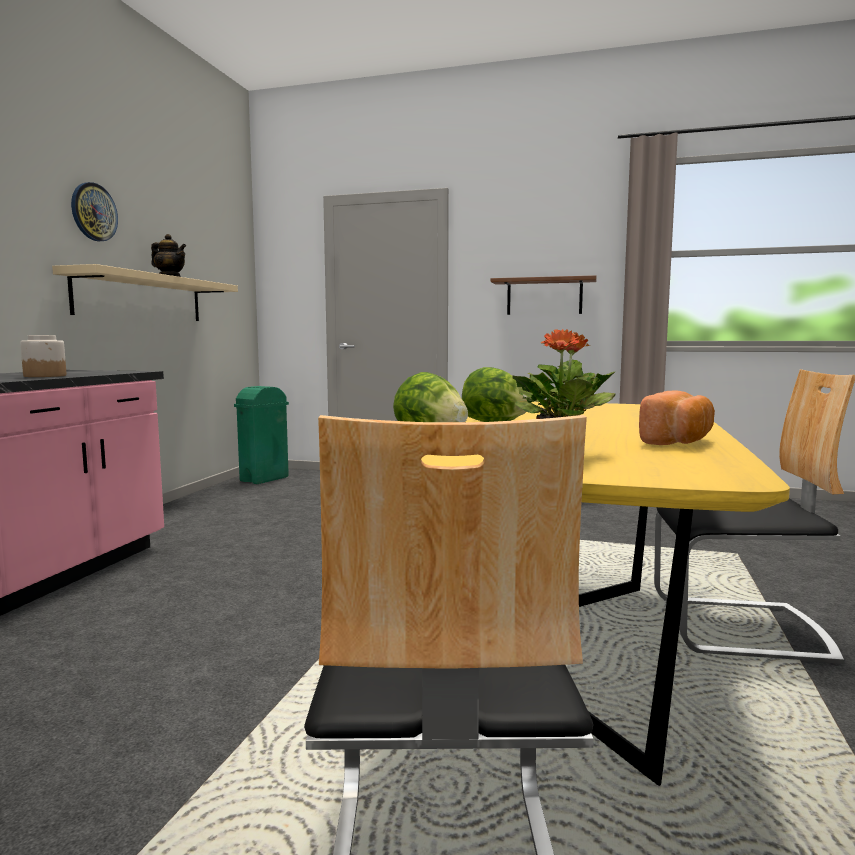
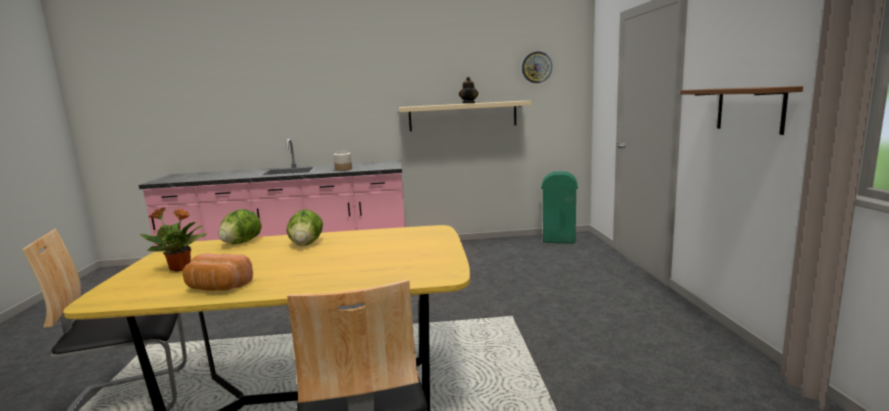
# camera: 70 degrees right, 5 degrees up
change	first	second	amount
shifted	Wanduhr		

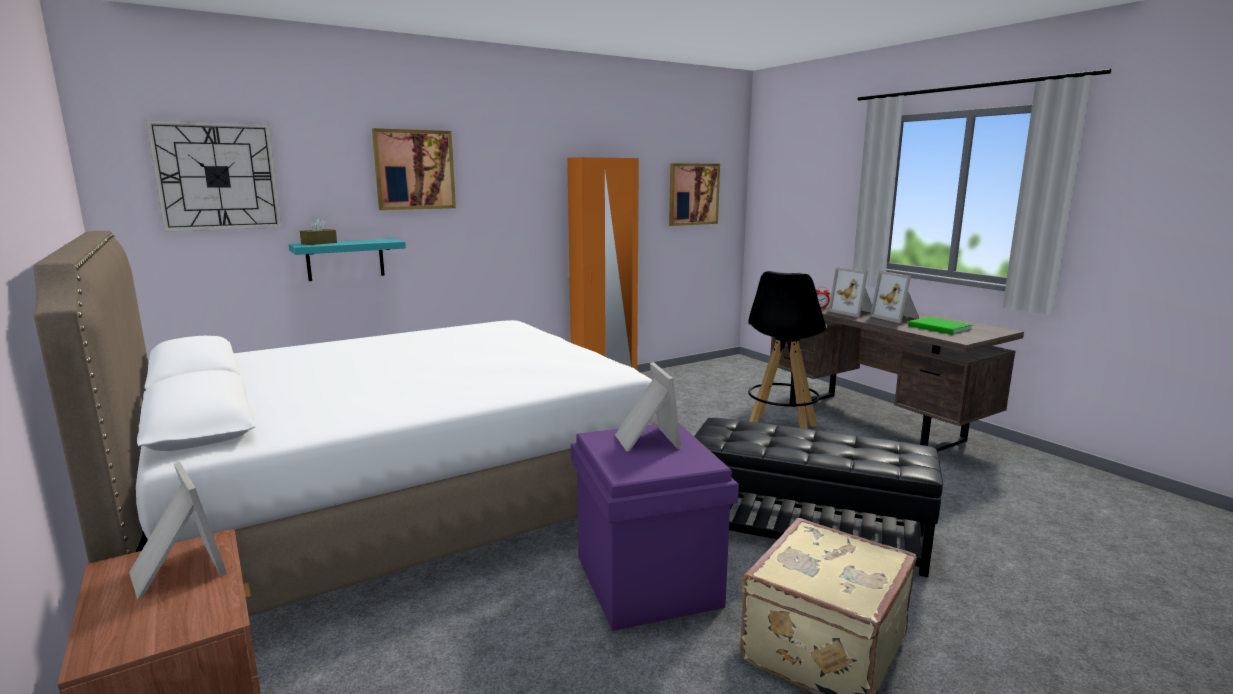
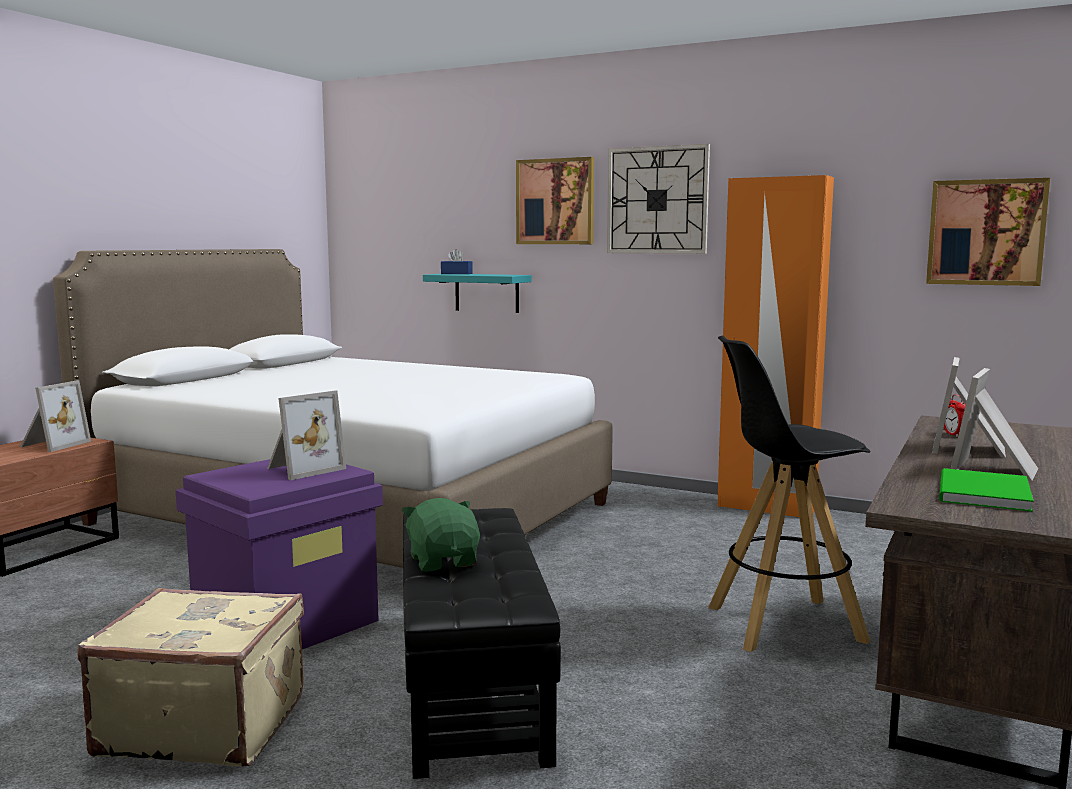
# camera: 60 degrees right, 5 degrees down
change	first	second	amount
shifted	Wanduhr		
repainted	Taschentuchbox [braun]	Taschentuchbox [blau]	
new		Plüschtier [grün]	

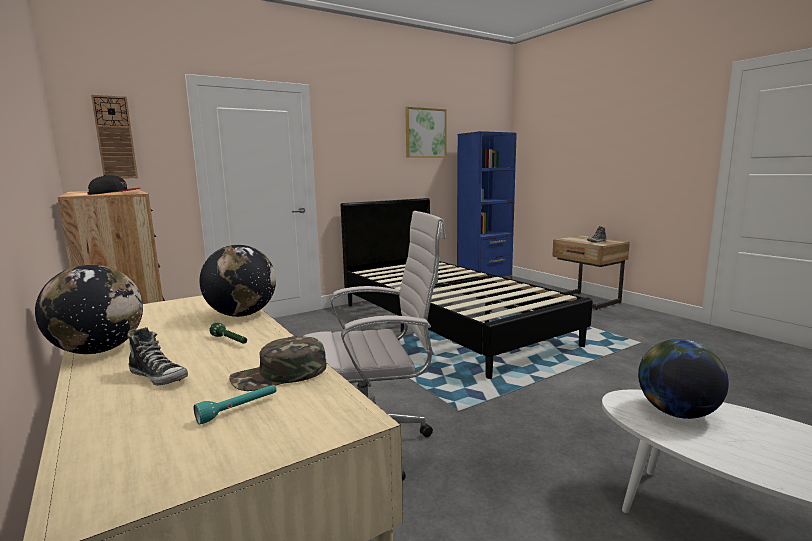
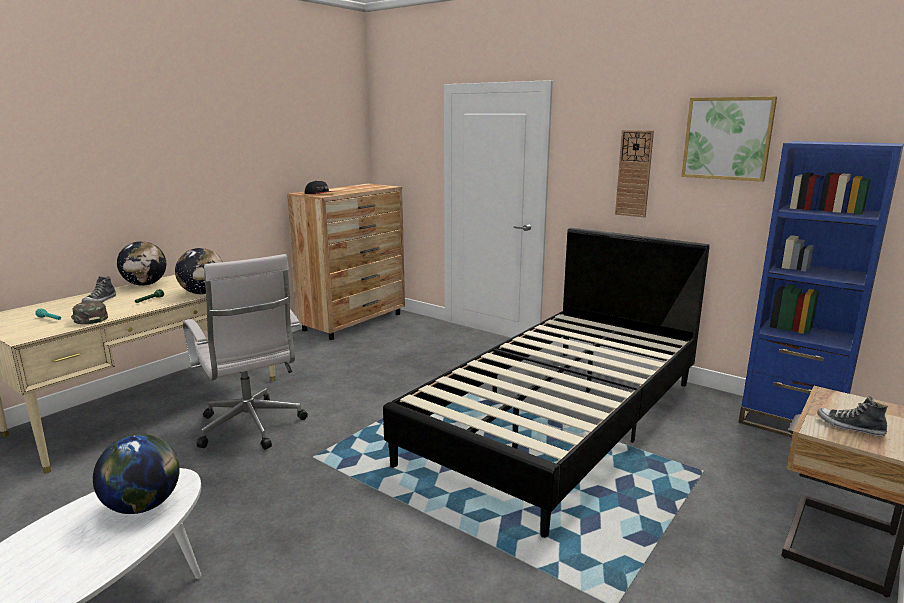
# camera: 70 degrees right, 5 degrees up
change	first	second	amount
shifted	Wanduhr		

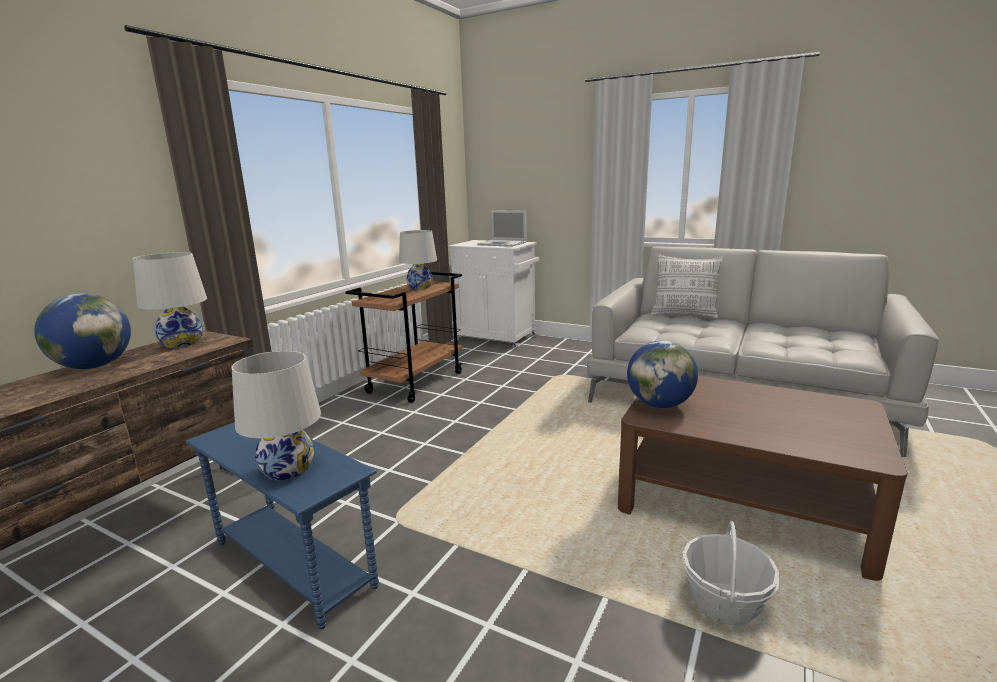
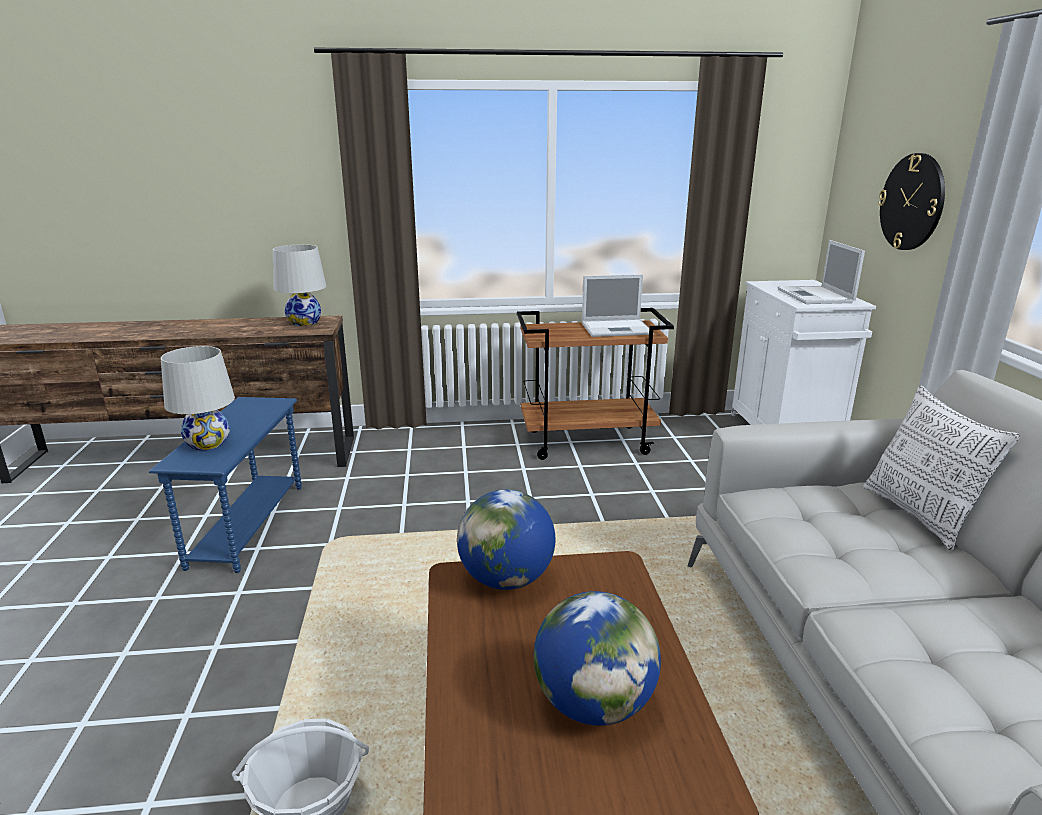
# camera: 55 degrees right, 5 degrees up
change	first	second	amount
swapped	Tischlampe [weiß] (no. 3 from left)	Laptop (no. 1 from left)	
shifted	Globus (no. 1 from left in the first image)	Globus (no. 2 from left)	
new		Wanduhr	

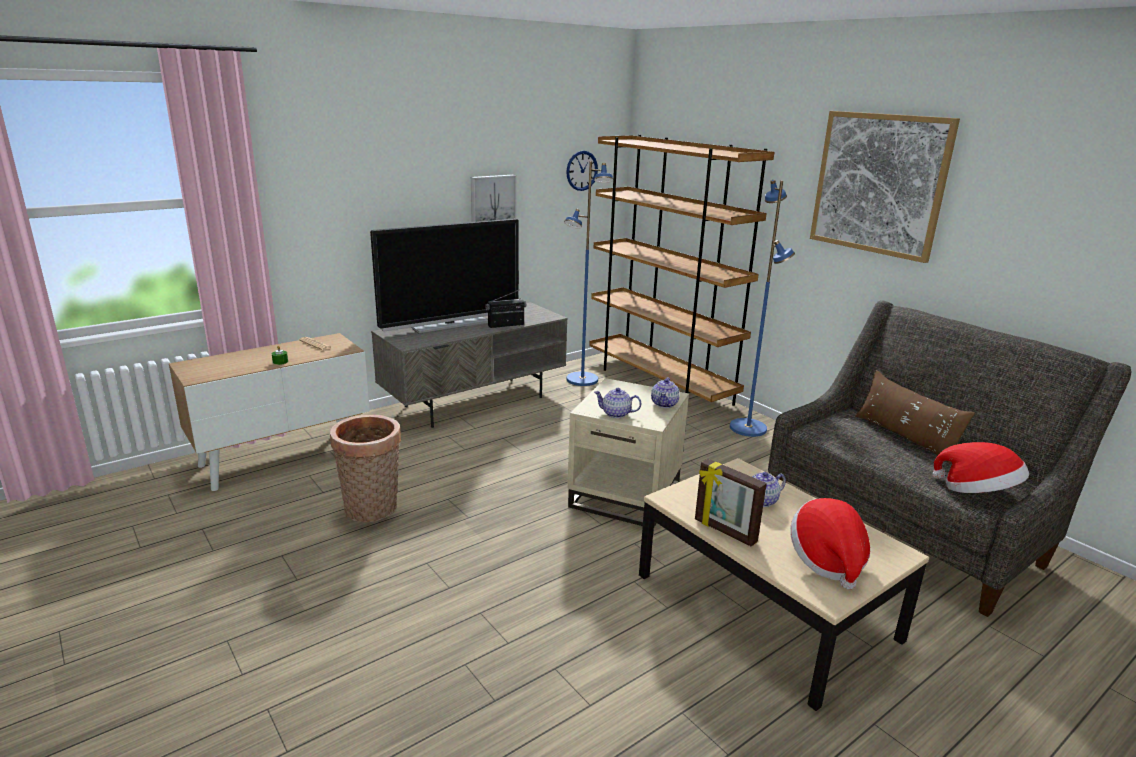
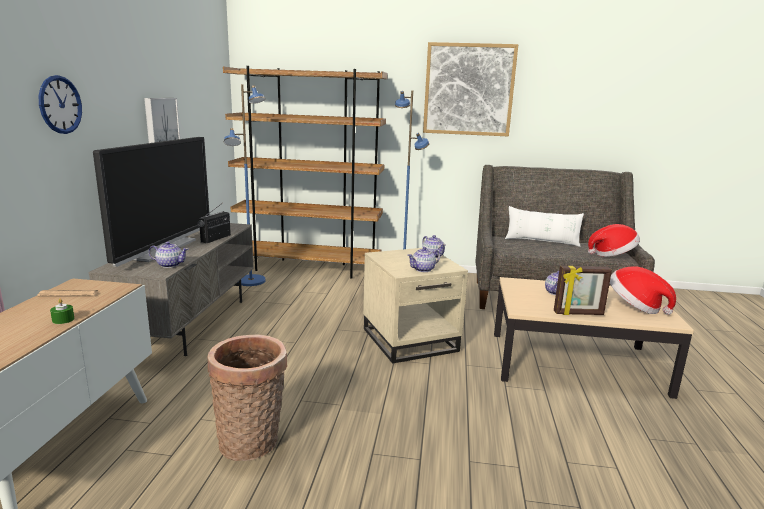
# camera: 45 degrees left, 5 degrees down
change	first	second	amount
shifted	Wanduhr		
repainted	Kissen [braun]	Kissen [weiß]	
new		Teekanne (no. 1 from left)	

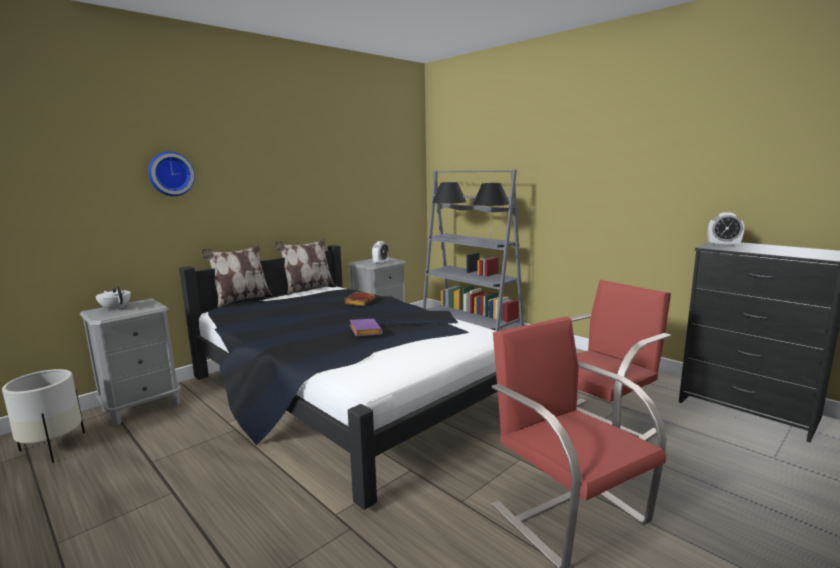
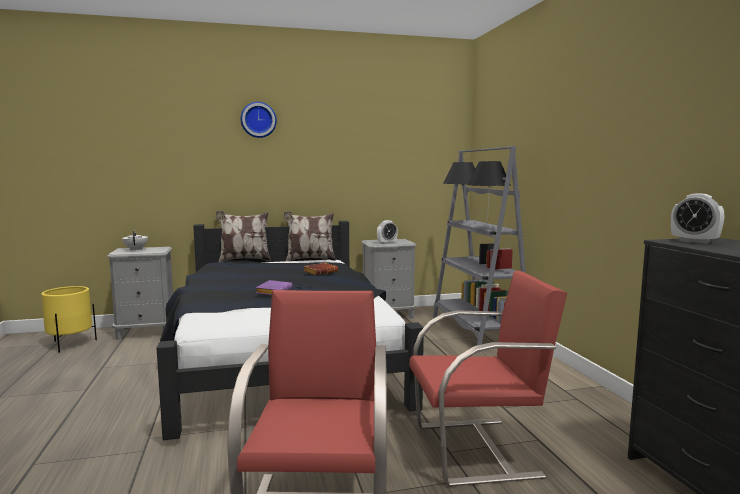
# camera: 30 degrees right, 5 degrees down
change	first	second	amount
shifted	Wanduhr		
repainted	Pflanzkübel [weiß]	Pflanzkübel [gelb]	

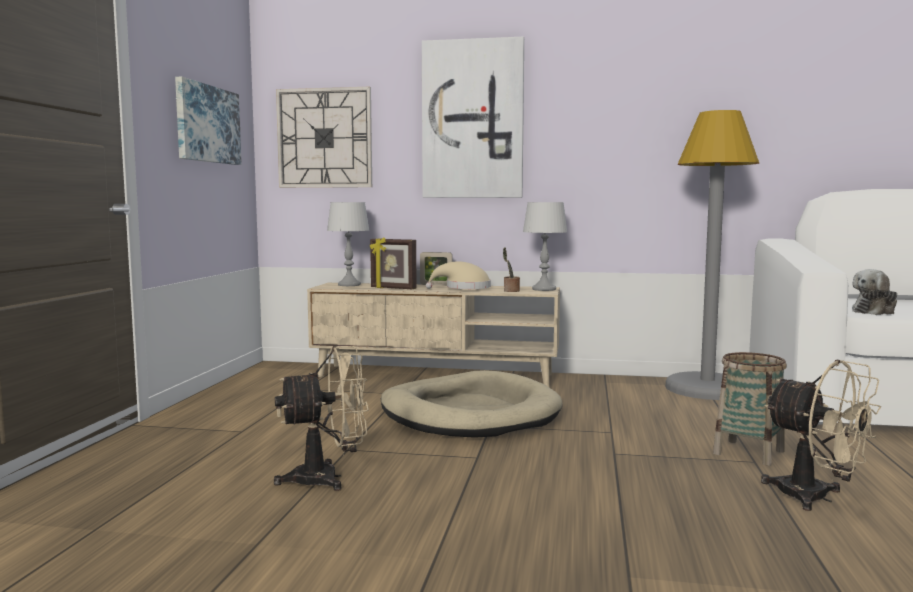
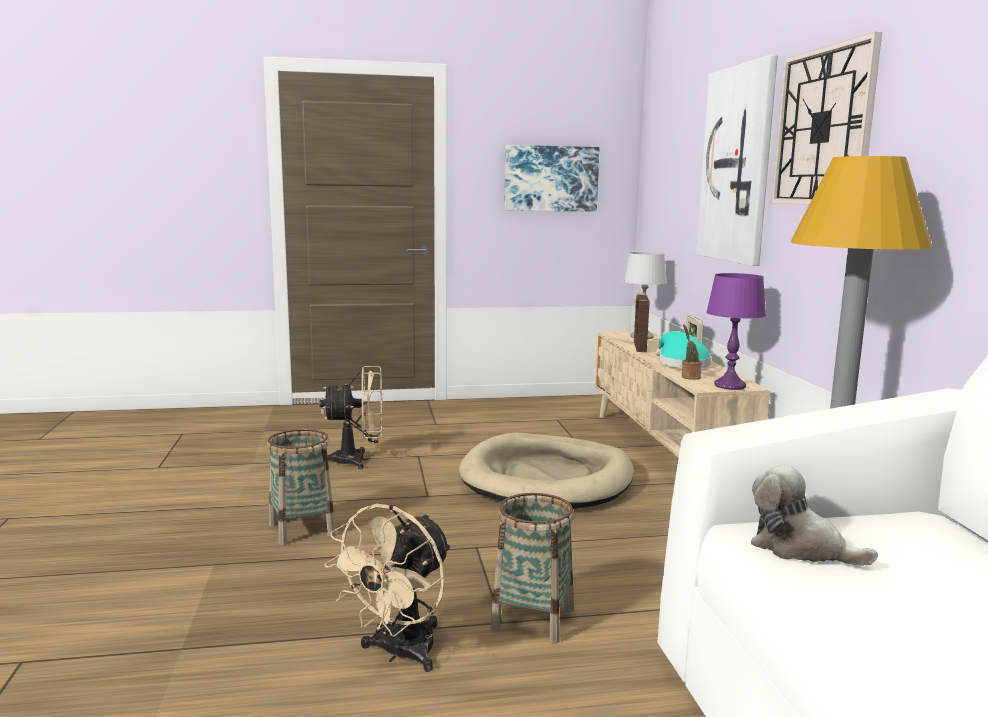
# camera: 70 degrees right, 5 degrees up
change	first	second	amount
shifted	Wanduhr		
repainted	Tischlampe [grau] (no. 2 from left)	Tischlampe [lila]	
repainted	Hut [beige]	Hut [türkis]	
rotated	Ventilator [beige] (no. 1 from left)		60 degrees counterclockwise
new		Korb (no. 1 from left)	

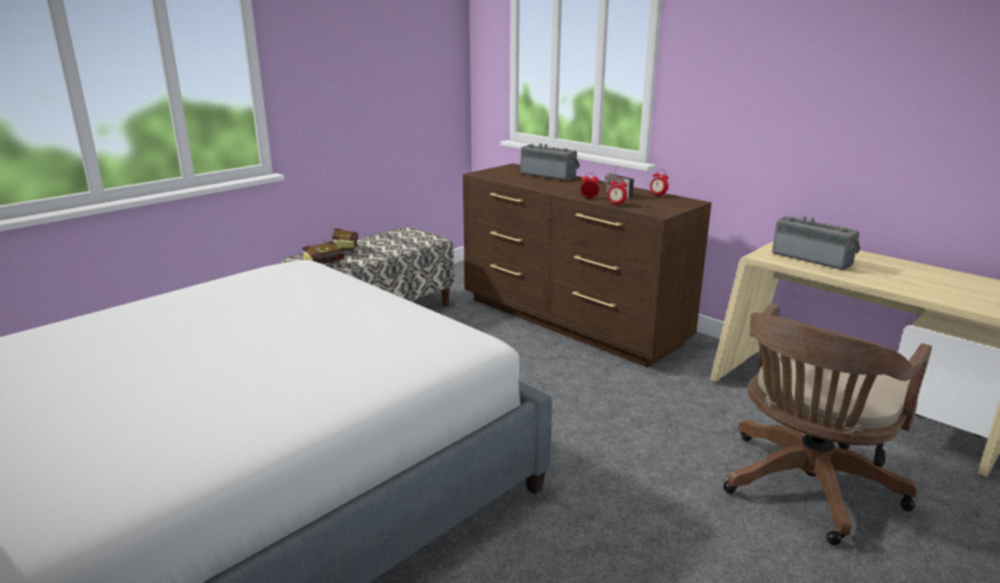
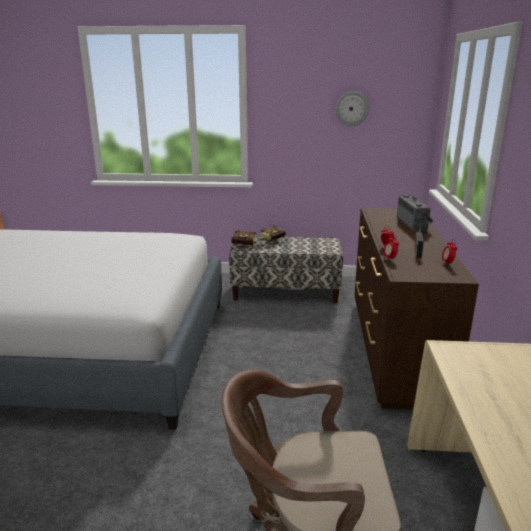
# camera: 50 degrees right, 0 degrees up
change	first	second	amount
gone	Radio (no. 3 from left)		
new		Wanduhr	

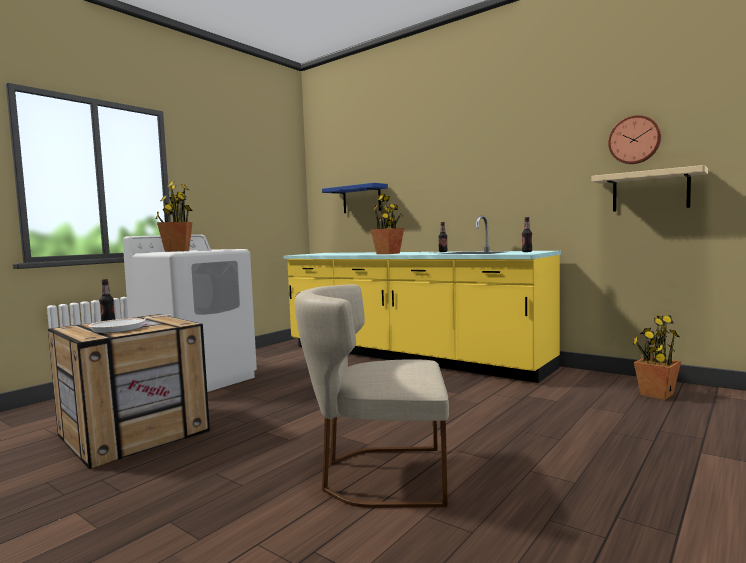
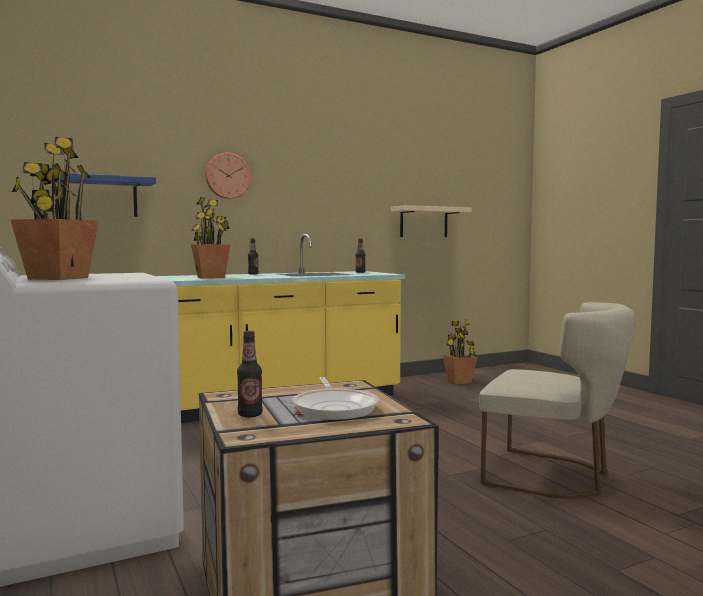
# camera: 65 degrees left, 0 degrees up
change	first	second	amount
shifted	Wanduhr		
rotated	Stuhl [beige]		90 degrees counterclockwise

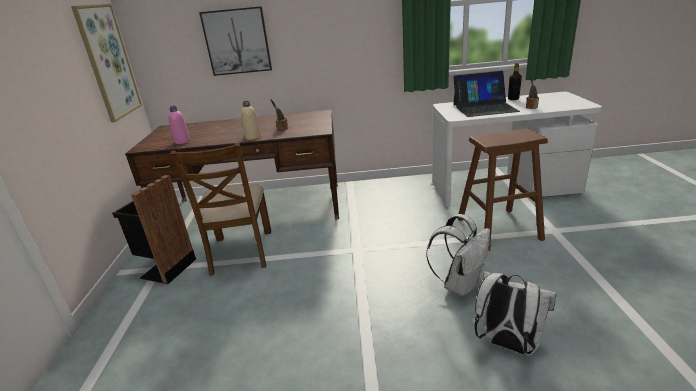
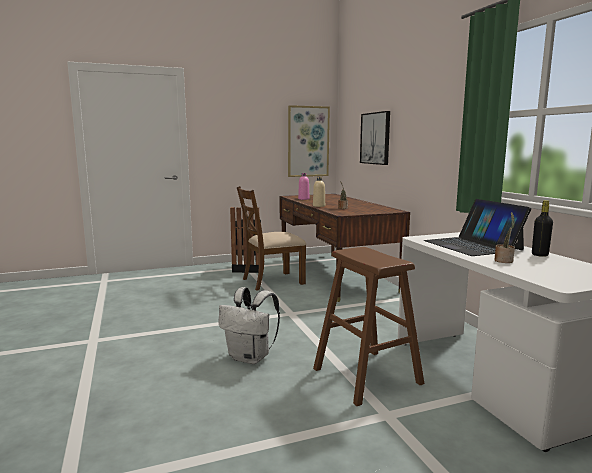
# camera: 70 degrees right, 15 degrees down
change	first	second	amount
gone	Rucksack [weiß] (no. 2 from left)		

